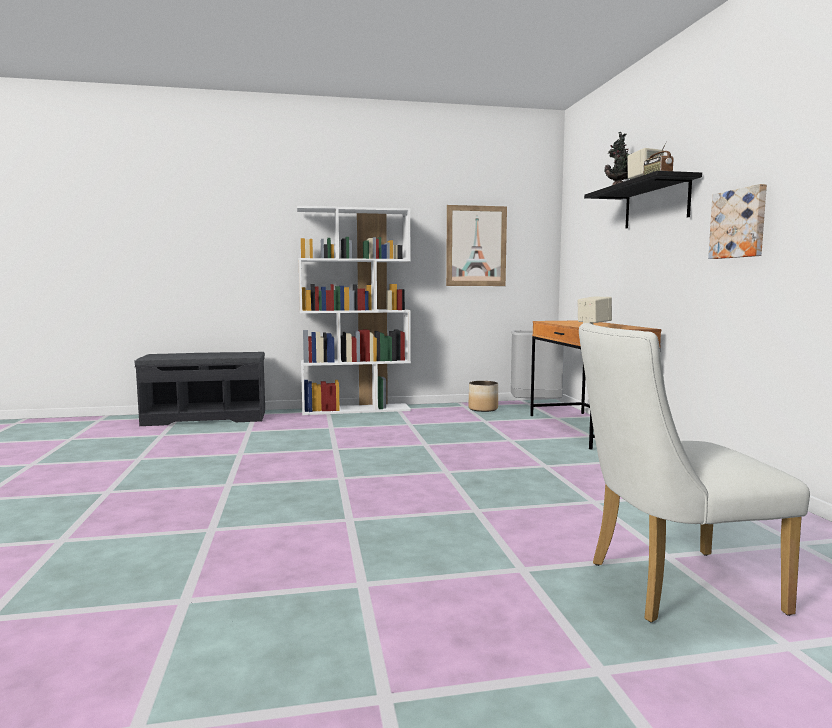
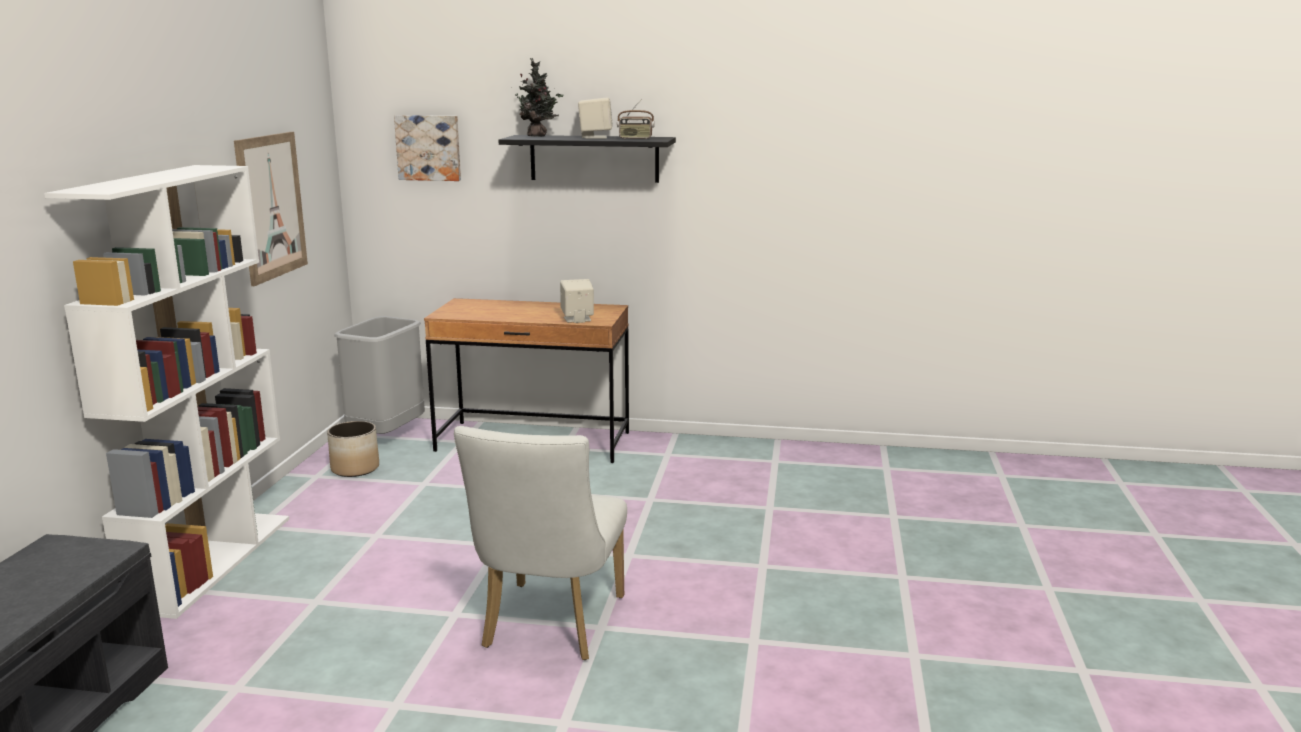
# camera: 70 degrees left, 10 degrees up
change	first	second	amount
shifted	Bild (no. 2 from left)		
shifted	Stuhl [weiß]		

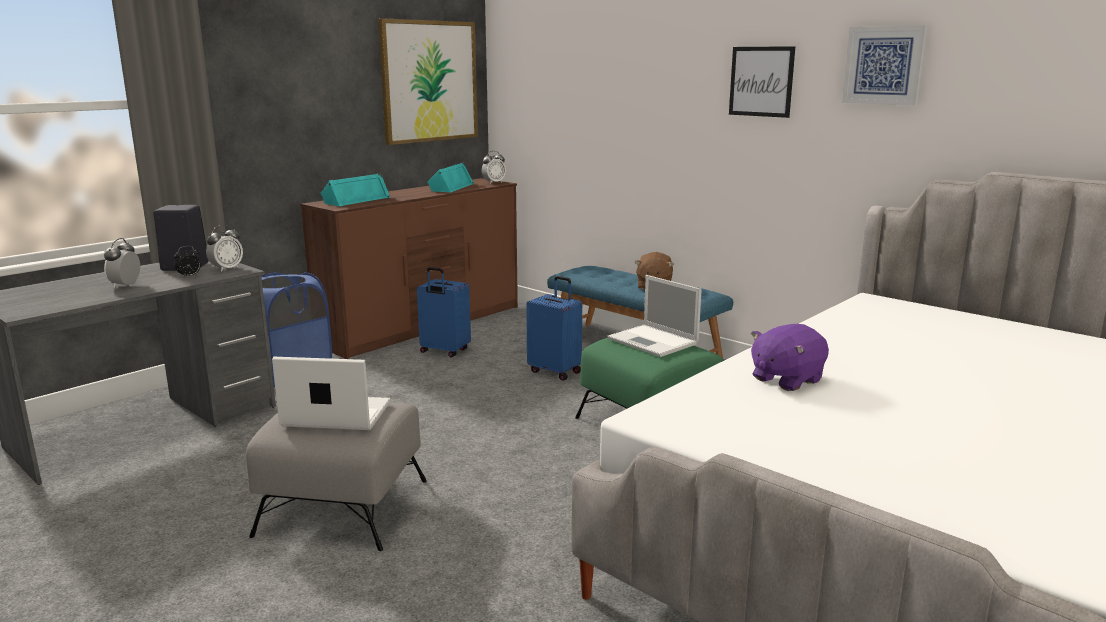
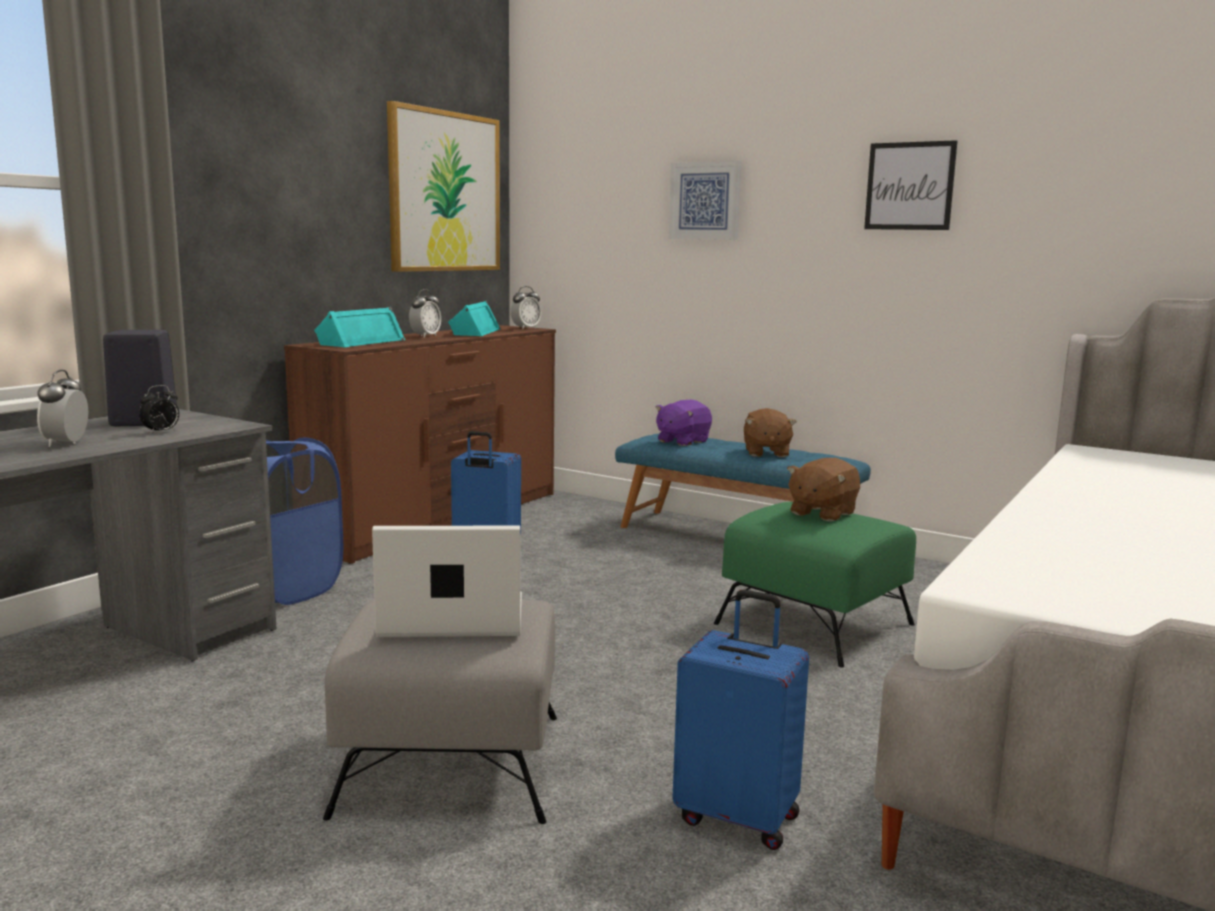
# camera: 10 degrees left, 5 degrees down
change	first	second	amount
shifted	Bild (no. 3 from left in the first image)	Bild (no. 2 from left)	
shifted	Wecker (no. 3 from left)		
swapped	Laptop (no. 2 from left)	Plüschtier [braun] (no. 2 from left)	
shifted	Koffer [blau] (no. 2 from left)		
shifted	Plüschtier [lila]		

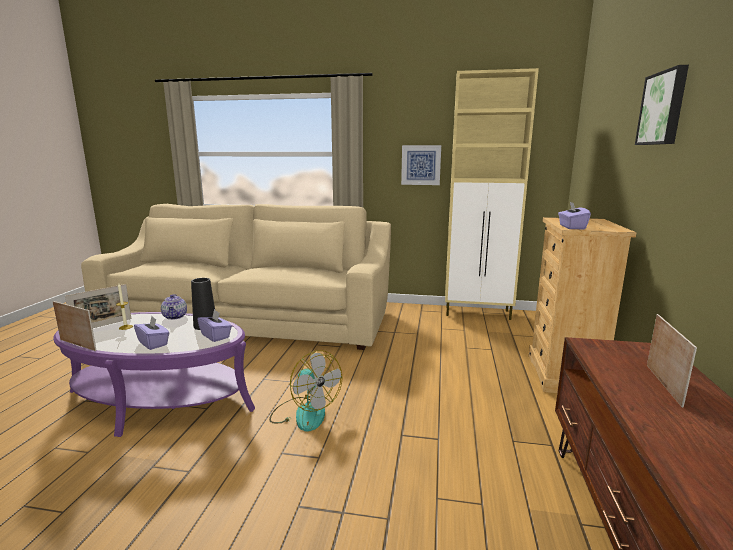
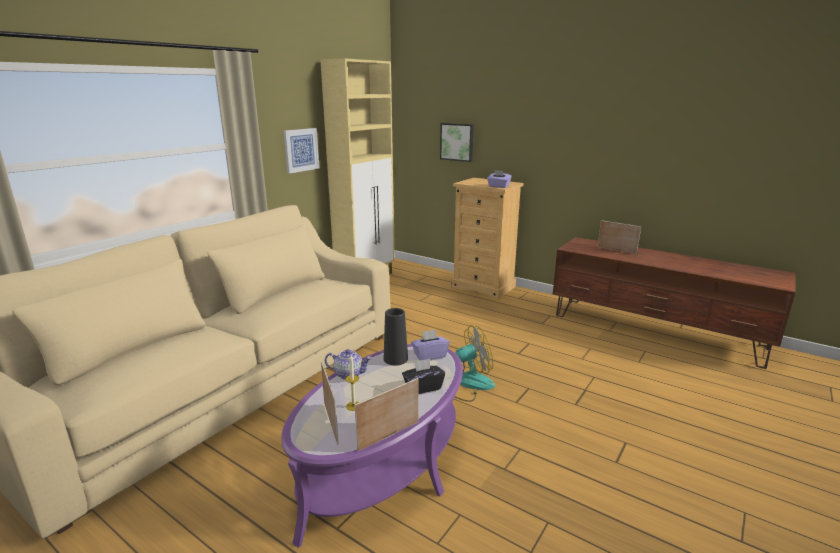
# camera: 65 degrees left, 5 degrees up
change	first	second	amount
shifted	Bild (no. 2 from left)		
repainted	Taschentuchbox [lila] (no. 1 from left)	Taschentuchbox [schwarz]	

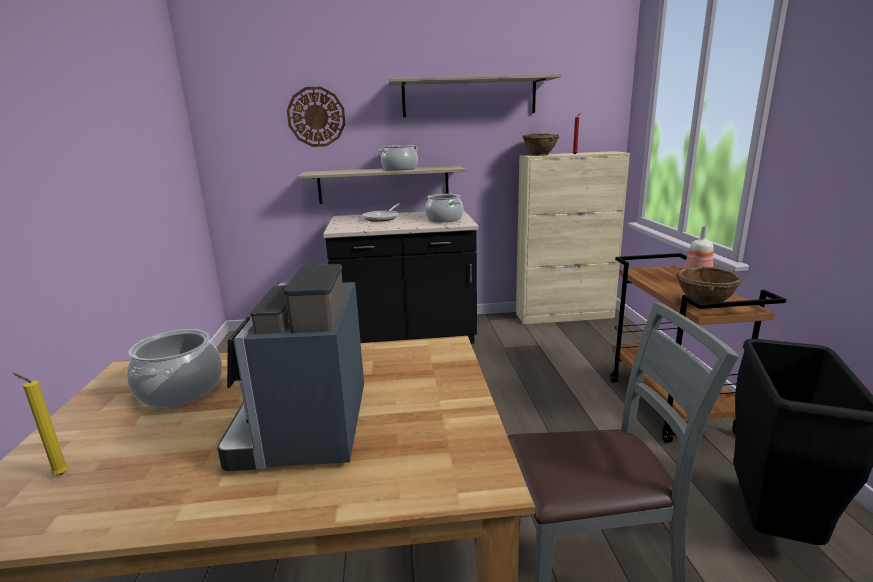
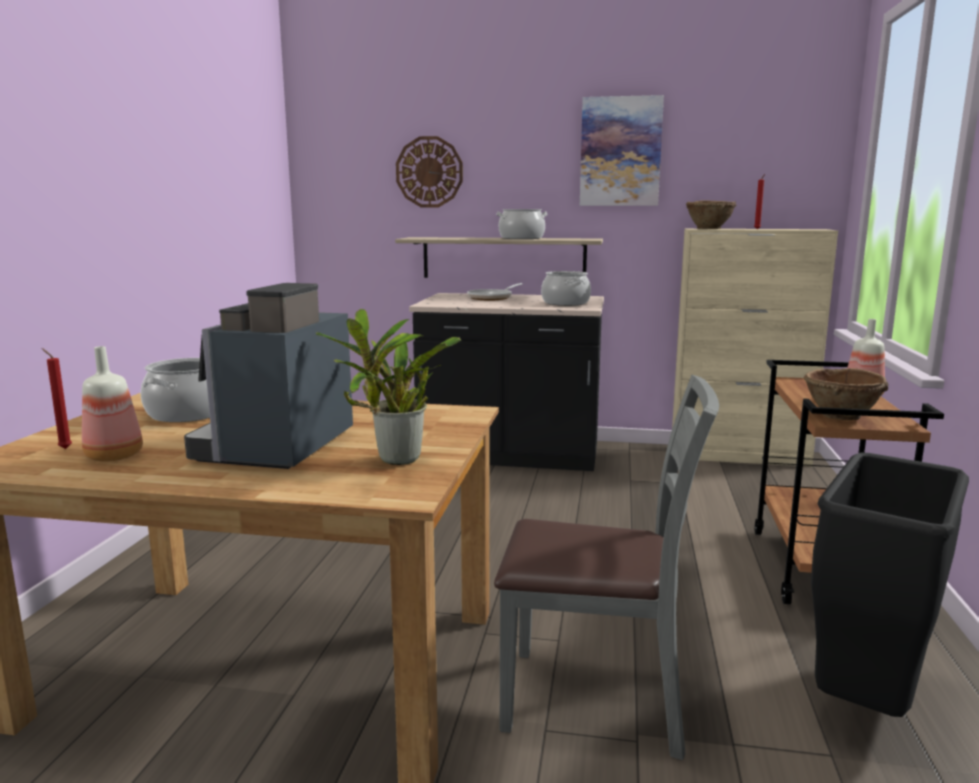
# camera: 15 degrees right, 5 degrees down
change	first	second	amount
swapped	Wandregal (no. 2 from left)	Bild	
repainted	Kerze [gelb]	Kerze [rot] (no. 1 from left)	
new		Topfpflanze	
new		Flasche (no. 1 from left)	

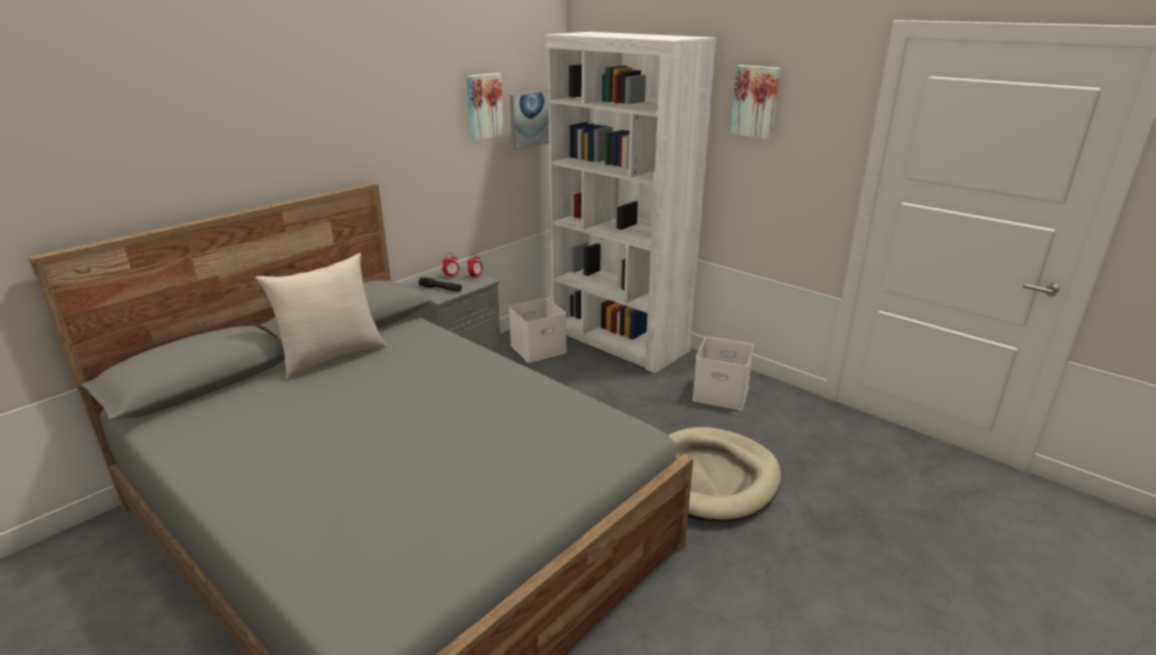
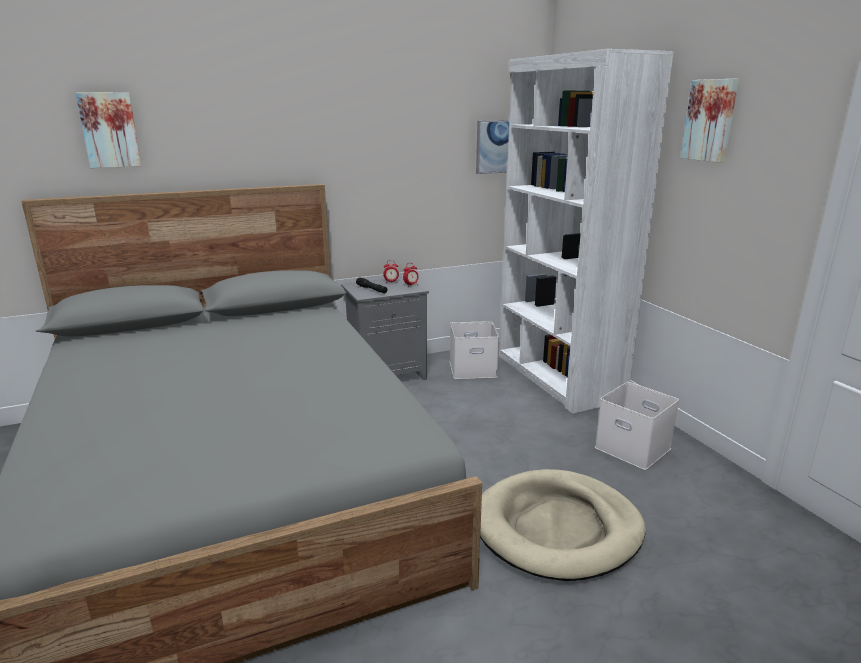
# camera: 25 degrees right, 5 degrees down
change	first	second	amount
shifted	Bild (no. 1 from left)		
gone	Kissen [beige]		

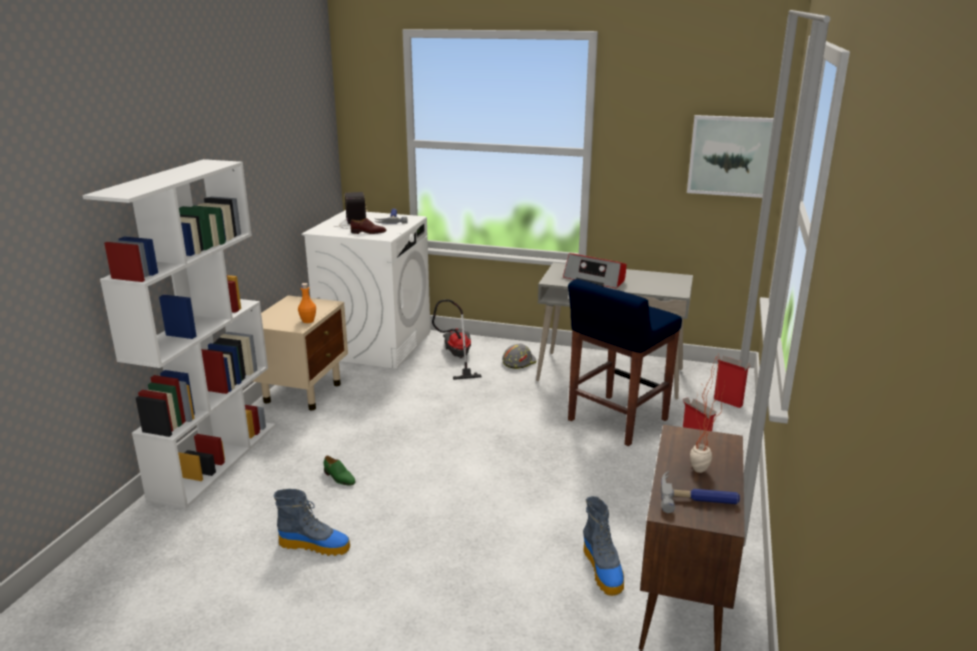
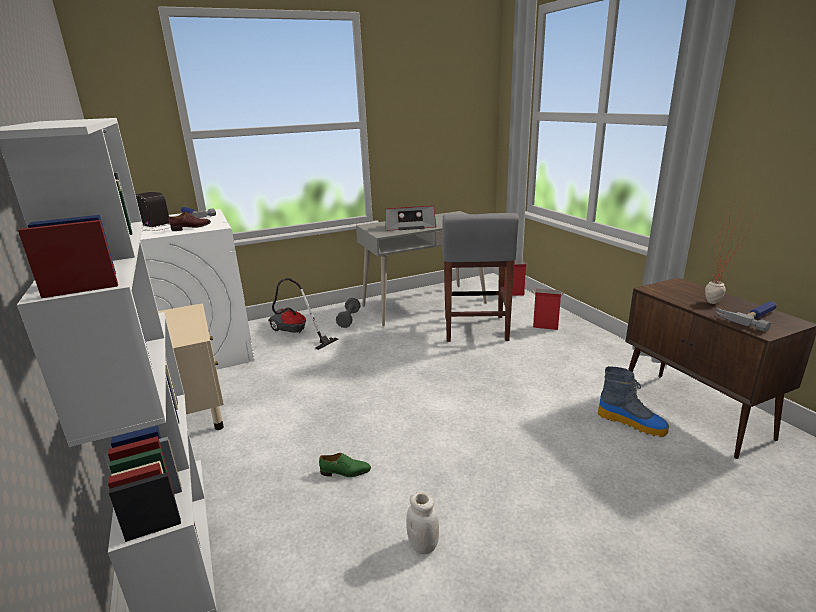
# camera: 40 degrees left, 0 degrees up
change	first	second	amount
gone	Bild		
repainted	Hocker [blau]	Hocker [grau]	
gone	Flasche [orange]		
swapped	Schutzhelm [grau]	Hantel [grau]	
swapped	Stiefel (no. 1 from left)	Vorratsglas [weiß]	

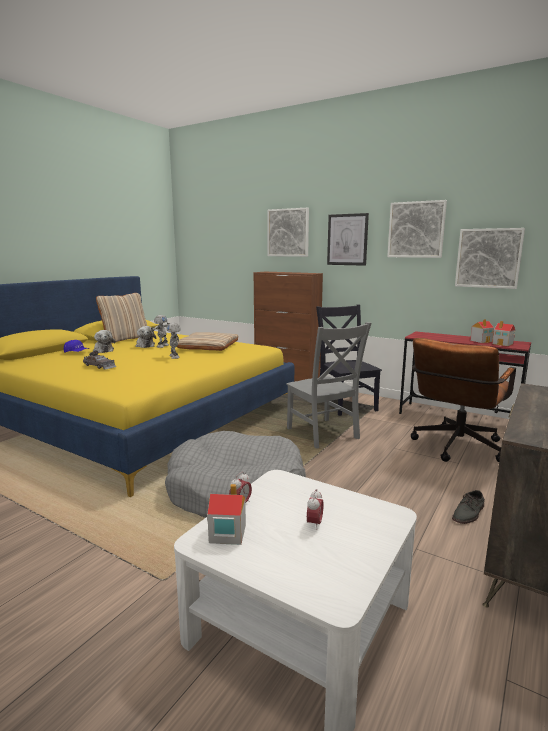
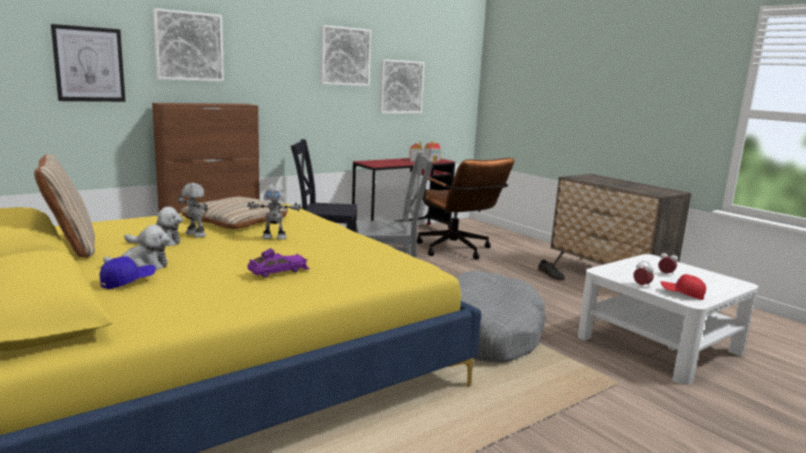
# camera: 70 degrees left, 0 degrees up
change	first	second	amount
shifted	Bild (no. 2 from left in the first image)	Bild (no. 1 from left)	
repainted	Spielzeugauto [grau]	Spielzeugauto [lila]	
swapped	Spielzeughaus (no. 1 from left)	Kappe [rot]	

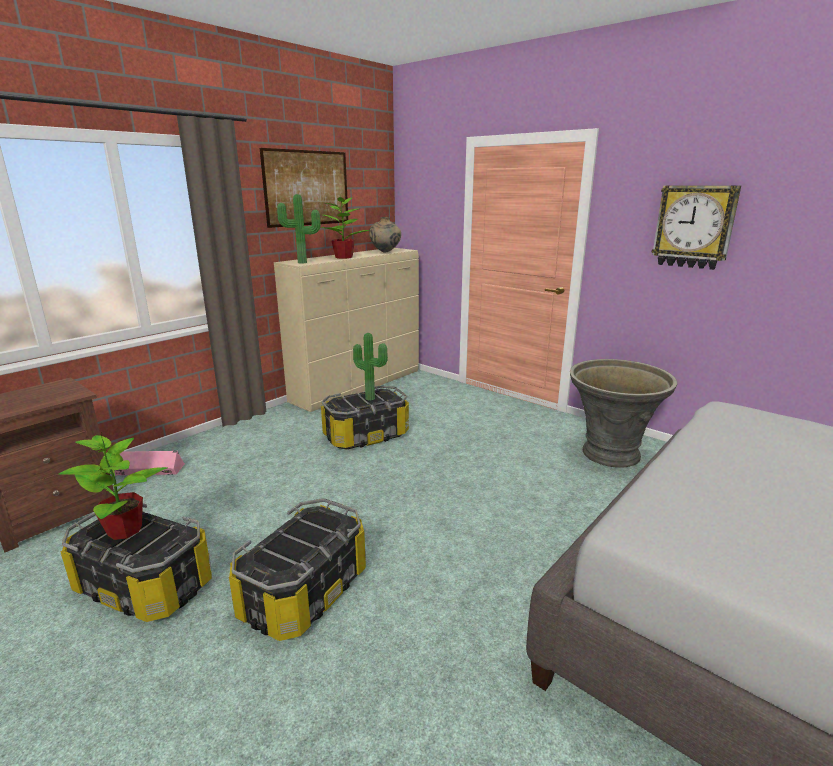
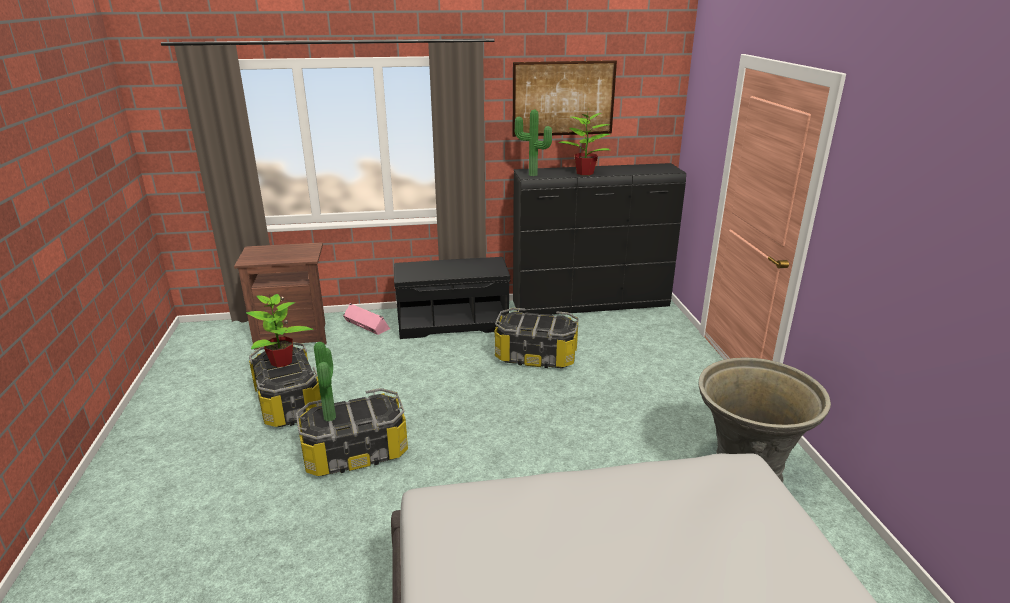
# camera: 40 degrees right, 5 degrees up
change	first	second	amount
gone	Wanduhr		
gone	Vase [beige]		
repainted	Kommode [beige]	Kommode [schwarz]	
shifted	Topfpflanze (no. 4 from left in the first image)	Topfpflanze (no. 2 from left)	
new		Bank [schwarz]	

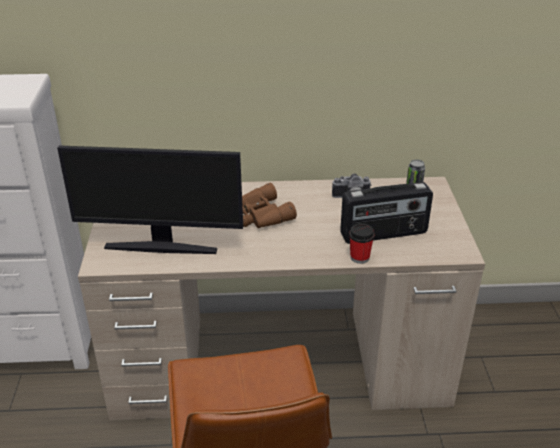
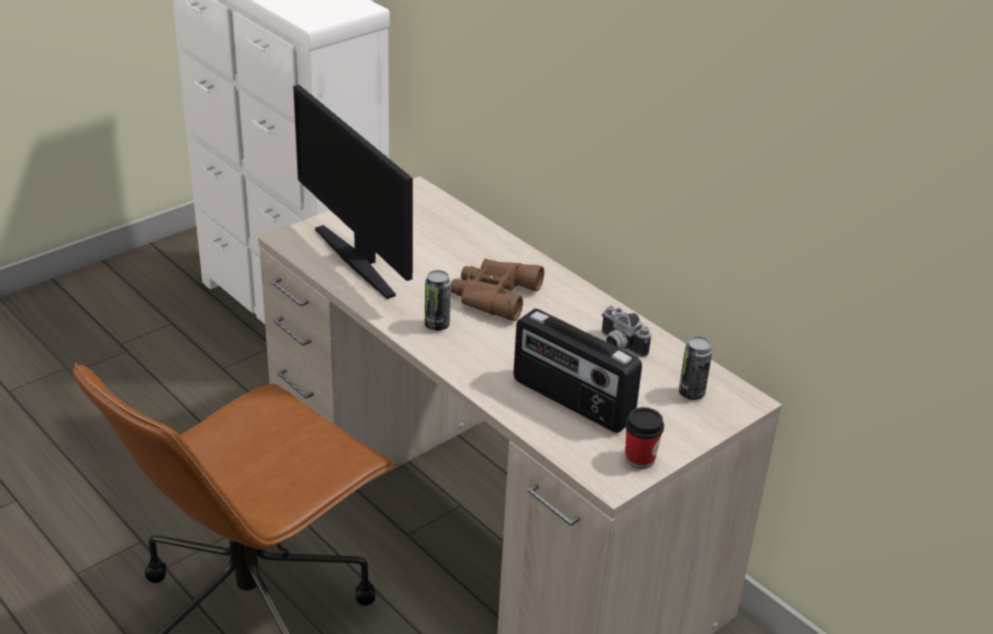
# camera: 50 degrees right, 0 degrees up
change	first	second	amount
shifted	Tasse		
new		Dose (no. 1 from left)	

